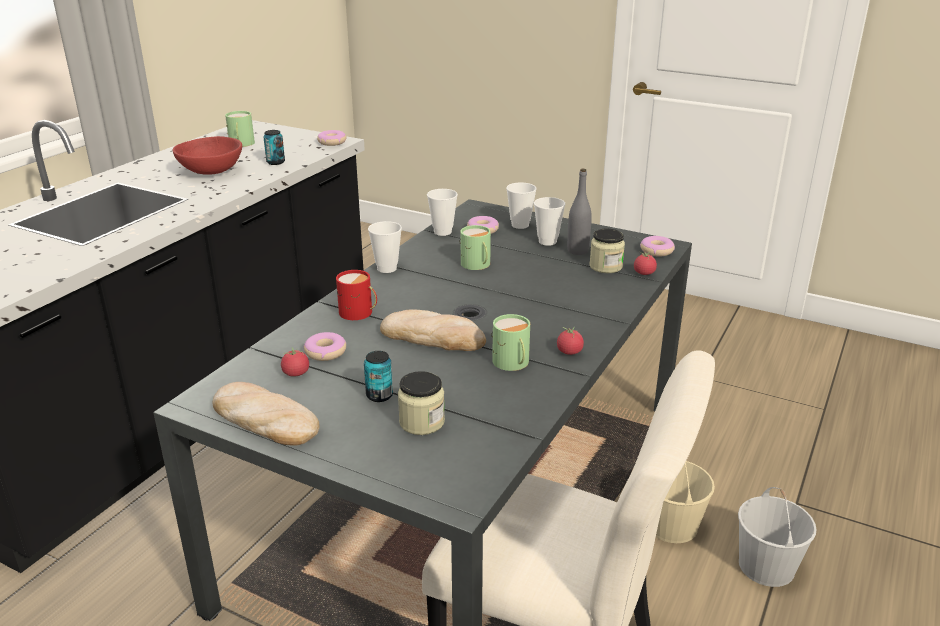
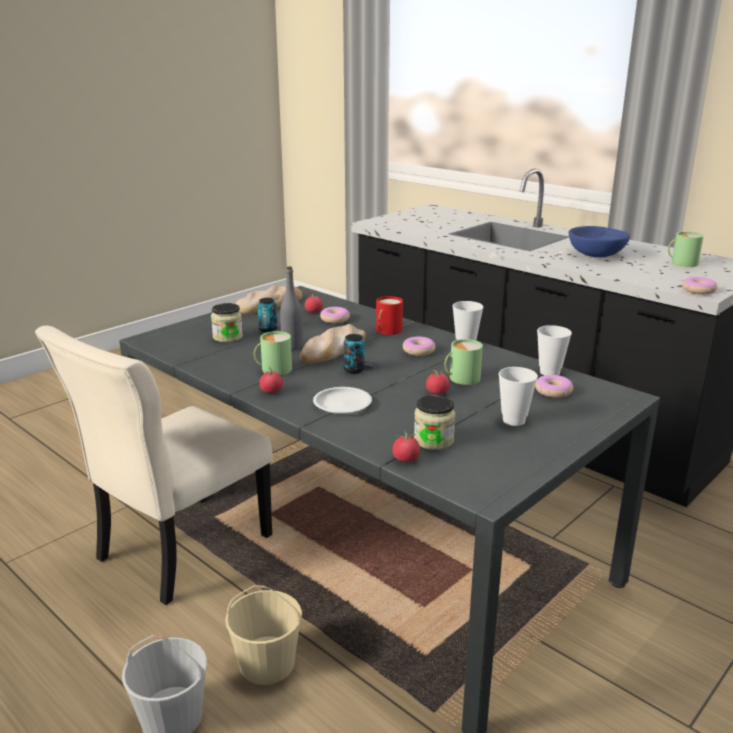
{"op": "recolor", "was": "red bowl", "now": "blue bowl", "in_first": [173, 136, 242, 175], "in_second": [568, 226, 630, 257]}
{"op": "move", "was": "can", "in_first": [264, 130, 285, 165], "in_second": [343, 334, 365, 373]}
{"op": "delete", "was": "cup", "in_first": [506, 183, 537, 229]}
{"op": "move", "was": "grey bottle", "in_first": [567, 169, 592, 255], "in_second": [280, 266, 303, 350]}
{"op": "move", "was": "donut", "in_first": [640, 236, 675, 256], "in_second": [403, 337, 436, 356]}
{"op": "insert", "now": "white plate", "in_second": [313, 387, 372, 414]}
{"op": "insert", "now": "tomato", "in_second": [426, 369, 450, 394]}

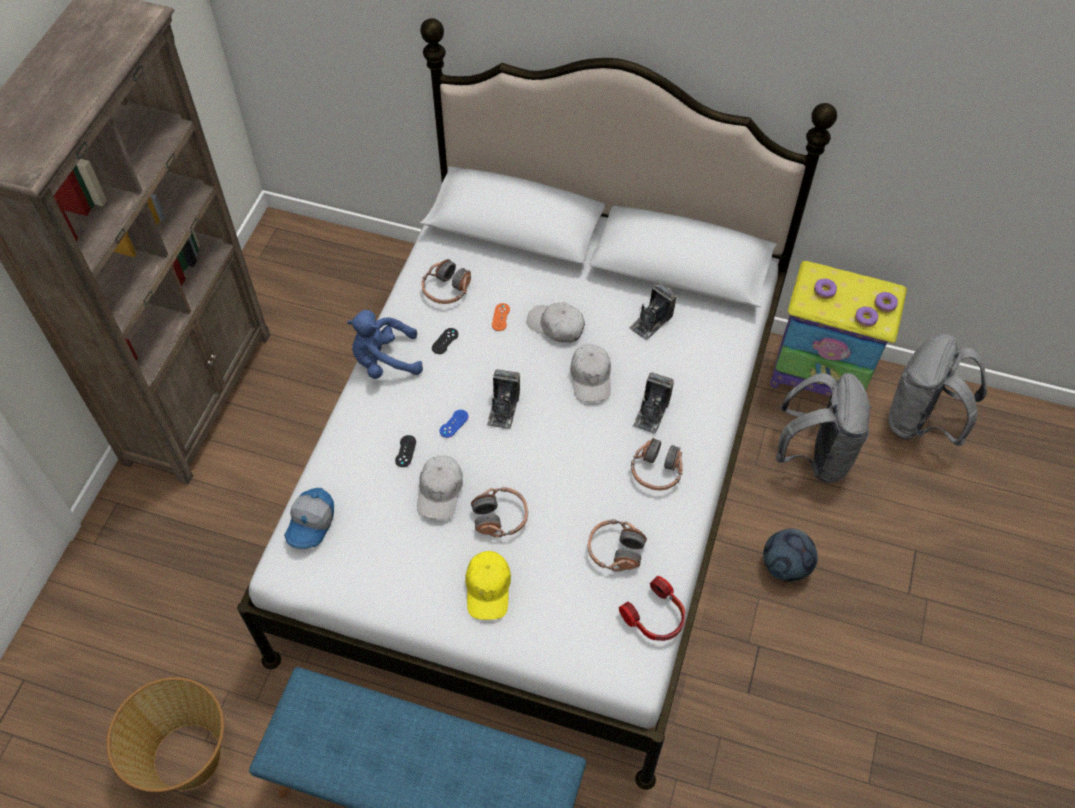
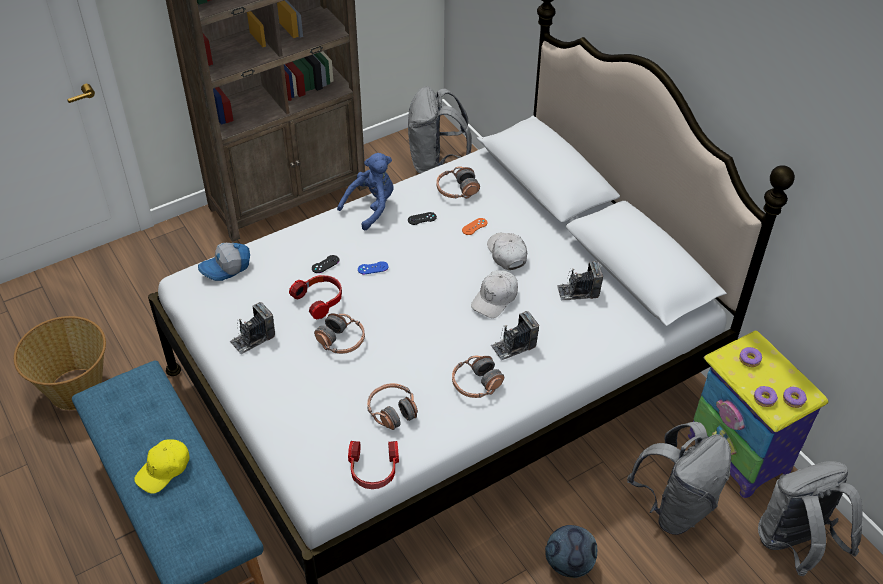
{"op": "rotate", "was": "blue plush toy", "in_first": [347, 310, 423, 379], "in_second": [337, 153, 394, 230], "clockwise": 105}
{"op": "replace", "was": "white cap", "now": "headphones", "in_first": [417, 456, 463, 519], "in_second": [289, 275, 342, 319]}
{"op": "move", "was": "yellow cap", "in_first": [465, 551, 511, 620], "in_second": [134, 439, 189, 494]}
{"op": "move", "was": "photo camera", "in_first": [487, 369, 520, 429], "in_second": [229, 302, 275, 354]}
{"op": "insert", "now": "grey backpack", "in_second": [408, 86, 472, 174]}

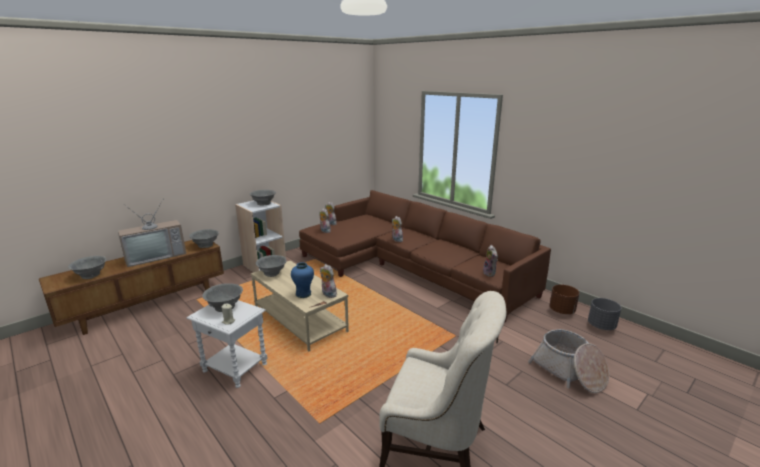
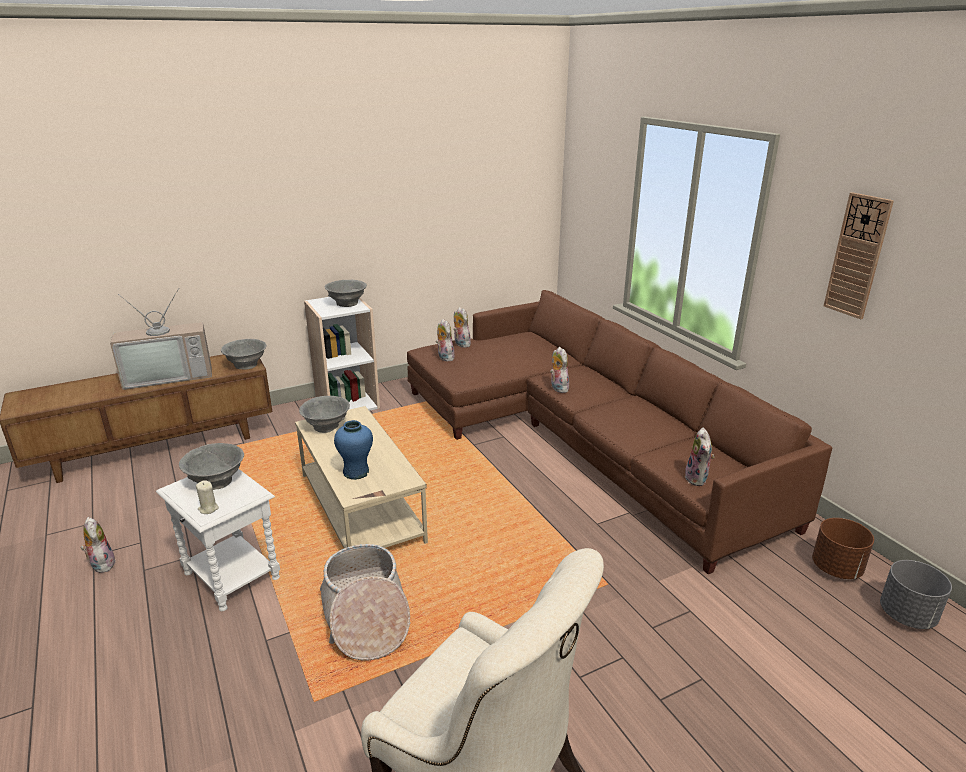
{"op": "delete", "was": "grey bowl", "in_first": [68, 256, 107, 279]}
{"op": "move", "was": "plush toy", "in_first": [320, 264, 337, 298], "in_second": [81, 517, 116, 573]}
{"op": "move", "was": "basket", "in_first": [528, 329, 609, 393], "in_second": [320, 544, 410, 660]}
{"op": "insert", "now": "wall clock", "in_second": [824, 192, 894, 319]}

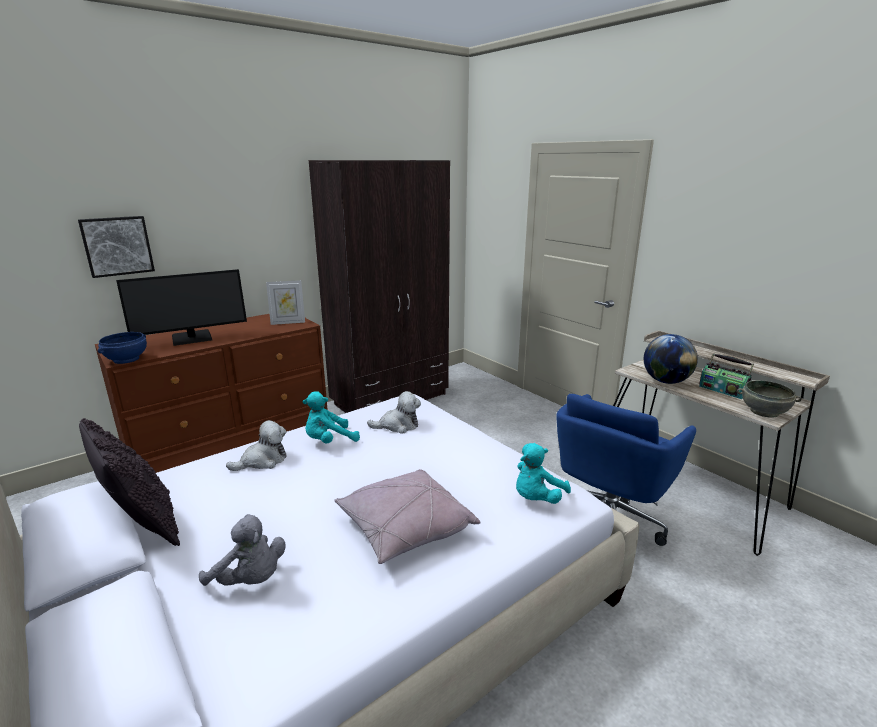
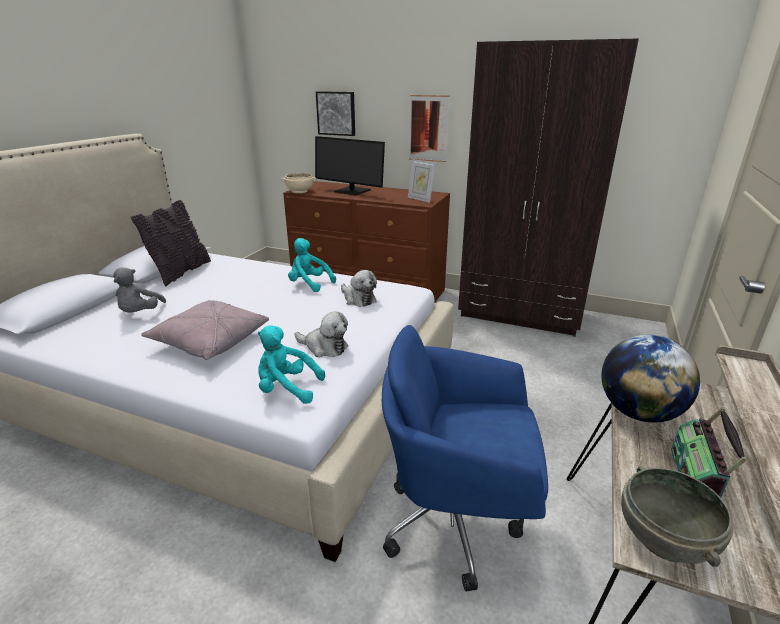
{"op": "recolor", "was": "blue bowl", "now": "beige bowl", "in_first": [98, 332, 147, 364], "in_second": [281, 173, 317, 193]}
{"op": "move", "was": "plush toy", "in_first": [226, 420, 286, 471], "in_second": [295, 311, 348, 357]}
{"op": "insert", "now": "picture", "in_second": [409, 95, 450, 162]}

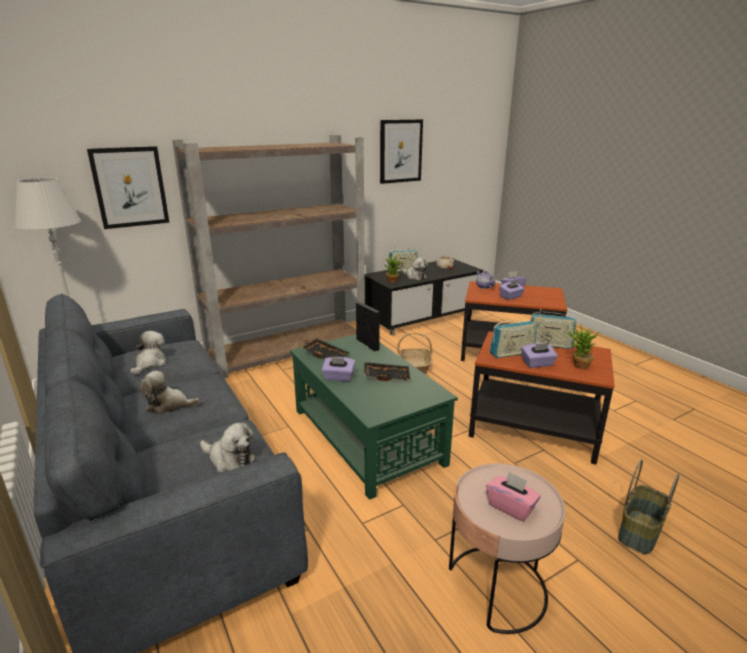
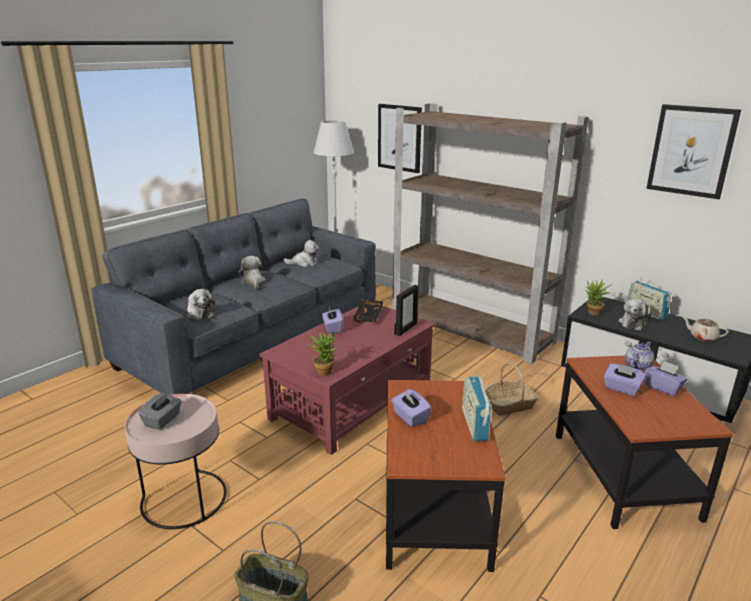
{"op": "rotate", "was": "plush toy", "in_first": [200, 423, 256, 473], "in_second": [187, 289, 215, 320], "clockwise": -45}
{"op": "recolor", "was": "green coffee table", "now": "red coffee table", "in_first": [290, 334, 458, 500], "in_second": [260, 306, 435, 455]}
{"op": "delete", "was": "black tray", "in_first": [364, 362, 411, 381]}
{"op": "recolor", "was": "pink tissue box", "now": "grey tissue box", "in_first": [486, 472, 541, 522], "in_second": [138, 392, 182, 430]}
{"op": "delete", "was": "radio", "in_first": [490, 319, 537, 358]}
{"op": "move", "was": "potted plant", "in_first": [566, 324, 599, 369], "in_second": [309, 331, 338, 376]}

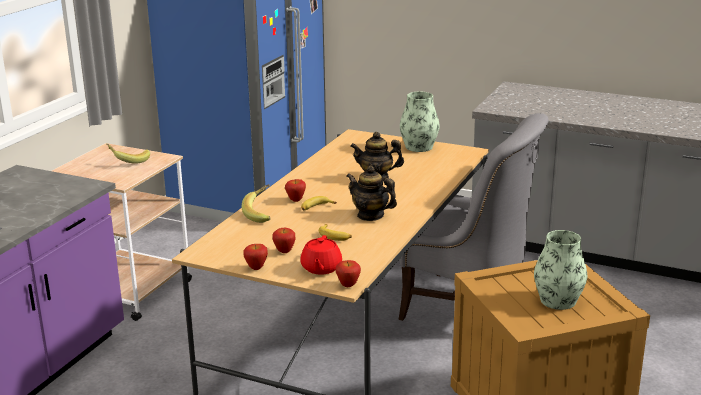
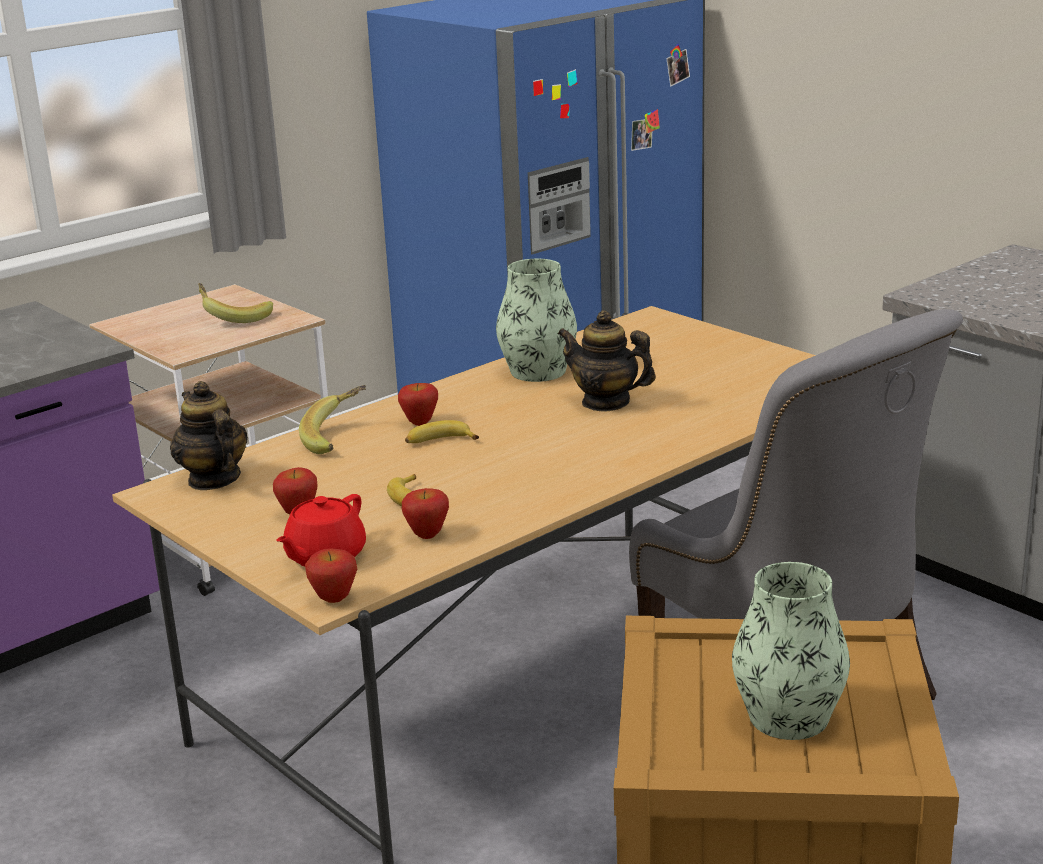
{"op": "move", "was": "apple", "in_first": [243, 244, 268, 270], "in_second": [402, 488, 449, 539]}
{"op": "move", "was": "teapot", "in_first": [347, 166, 397, 221], "in_second": [170, 381, 248, 490]}
{"op": "move", "was": "vase", "in_first": [400, 92, 440, 152], "in_second": [496, 259, 577, 382]}

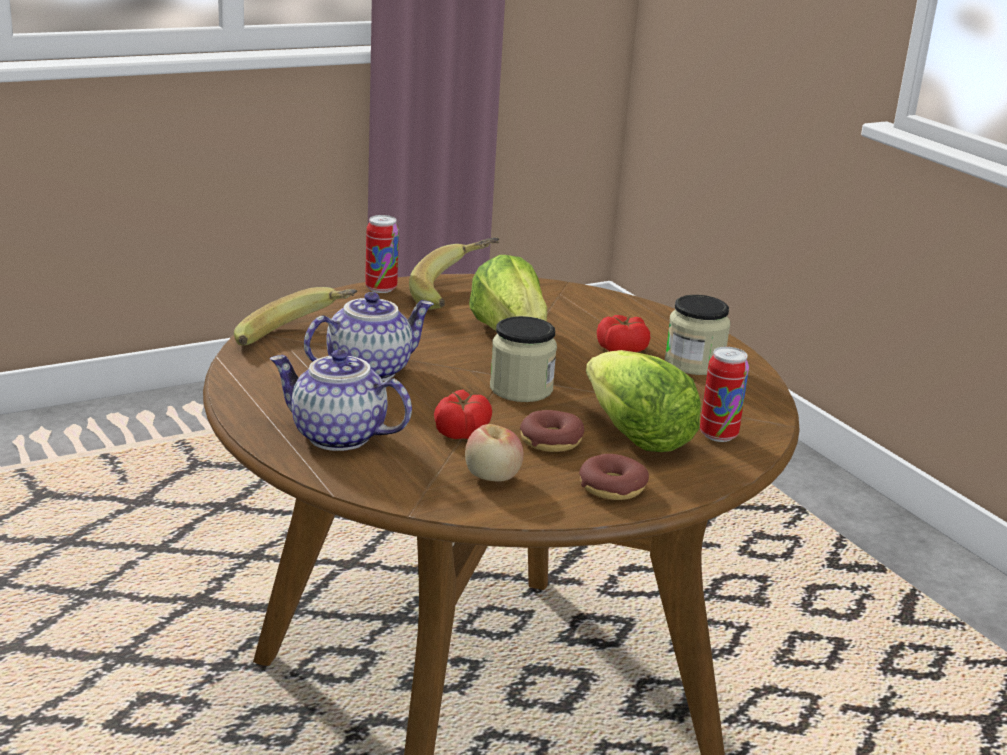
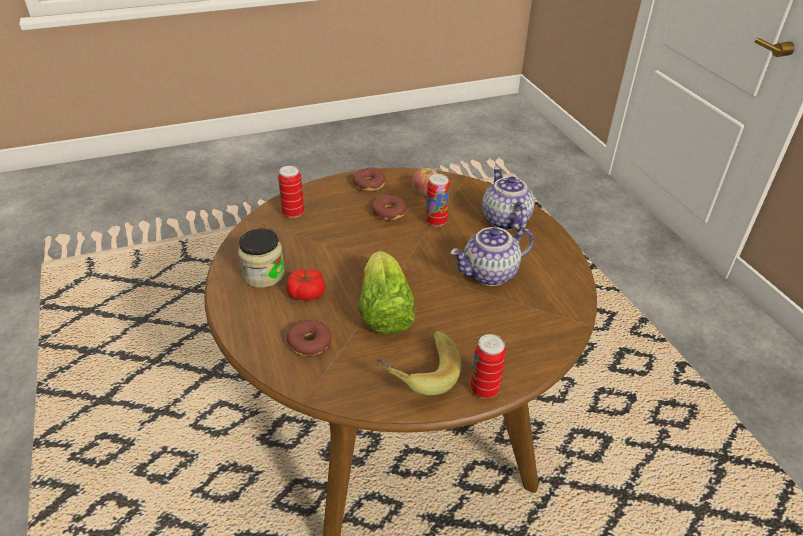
{"op": "delete", "was": "banana", "in_first": [234, 287, 357, 345]}
{"op": "rotate", "was": "teapot", "in_first": [270, 349, 412, 451], "in_second": [482, 167, 534, 232], "clockwise": -135}
{"op": "replace", "was": "tomato", "now": "can", "in_first": [434, 390, 492, 439], "in_second": [426, 174, 450, 227]}
{"op": "delete", "was": "jar", "in_first": [490, 316, 557, 402]}
{"op": "delete", "was": "lettuce", "in_first": [586, 350, 701, 452]}
{"op": "insert", "now": "donut", "in_second": [287, 320, 332, 357]}

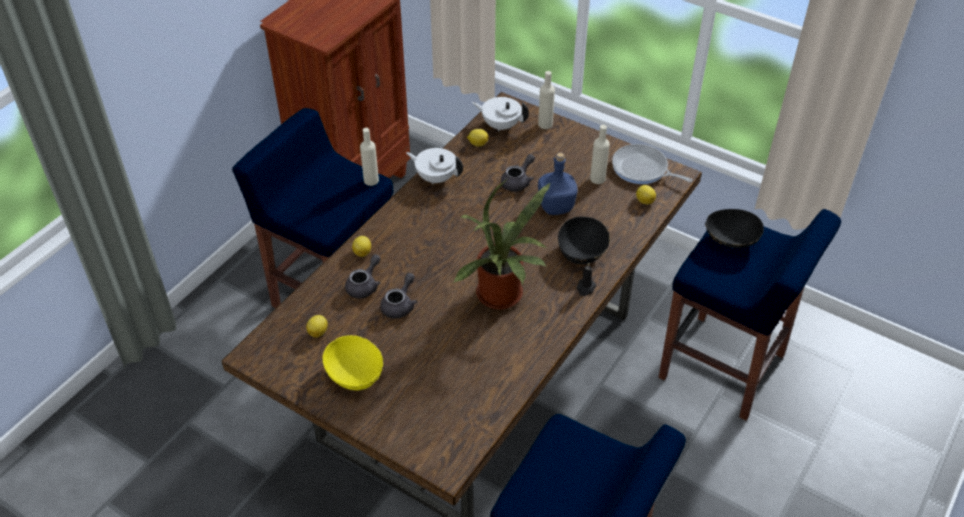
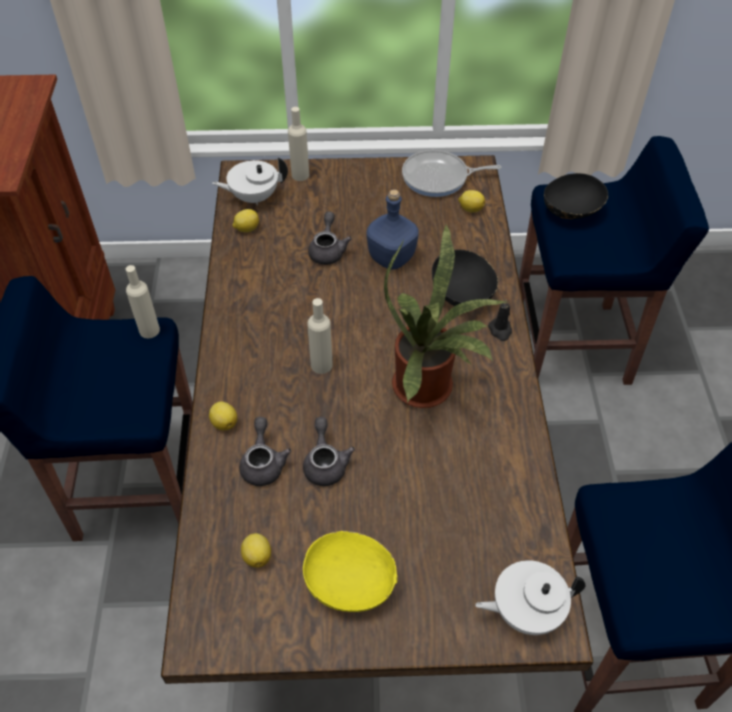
{"op": "move", "was": "white teapot", "in_first": [406, 148, 463, 185], "in_second": [475, 560, 585, 635]}
{"op": "move", "was": "beige bottle", "in_first": [590, 125, 610, 184], "in_second": [307, 298, 333, 374]}

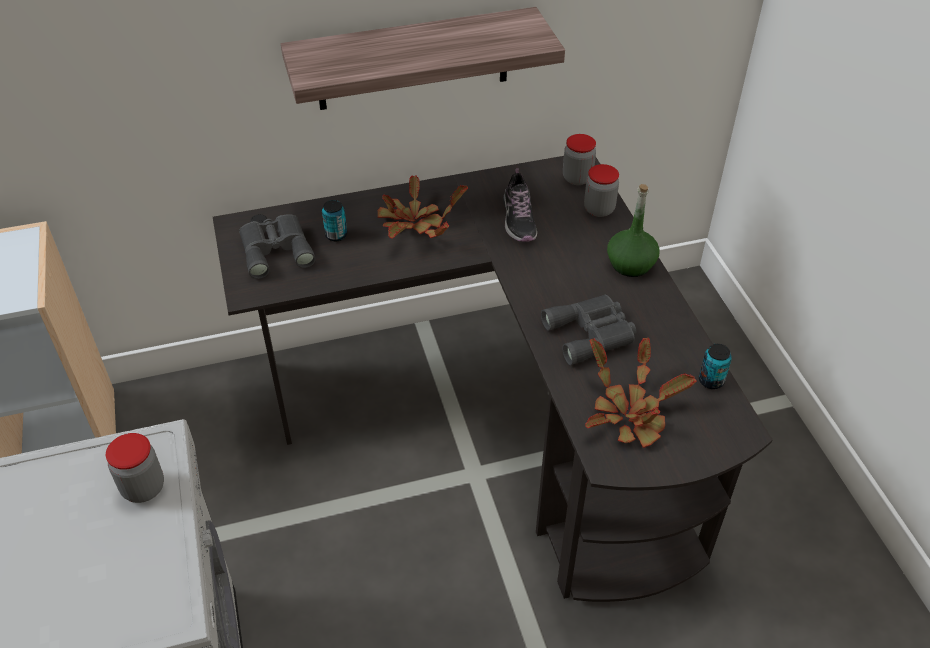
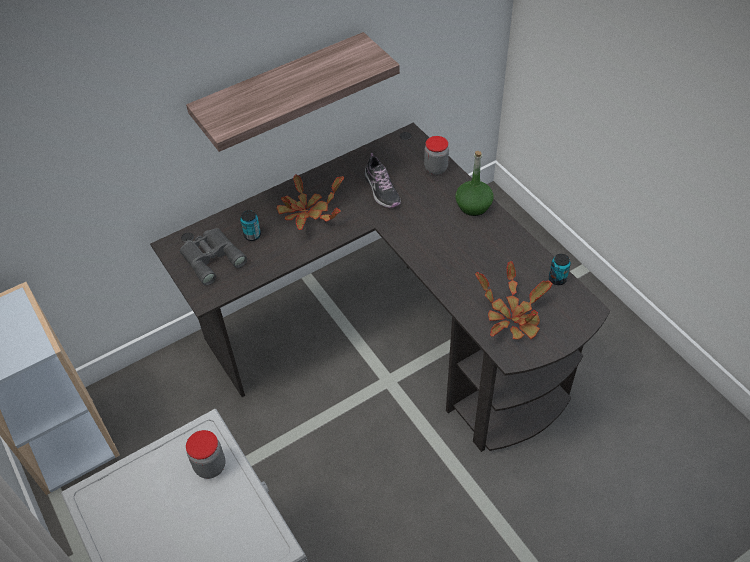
{"op": "delete", "was": "grey binoculars", "in_first": [541, 295, 636, 365]}
{"op": "delete", "was": "jar", "in_first": [563, 134, 596, 185]}

